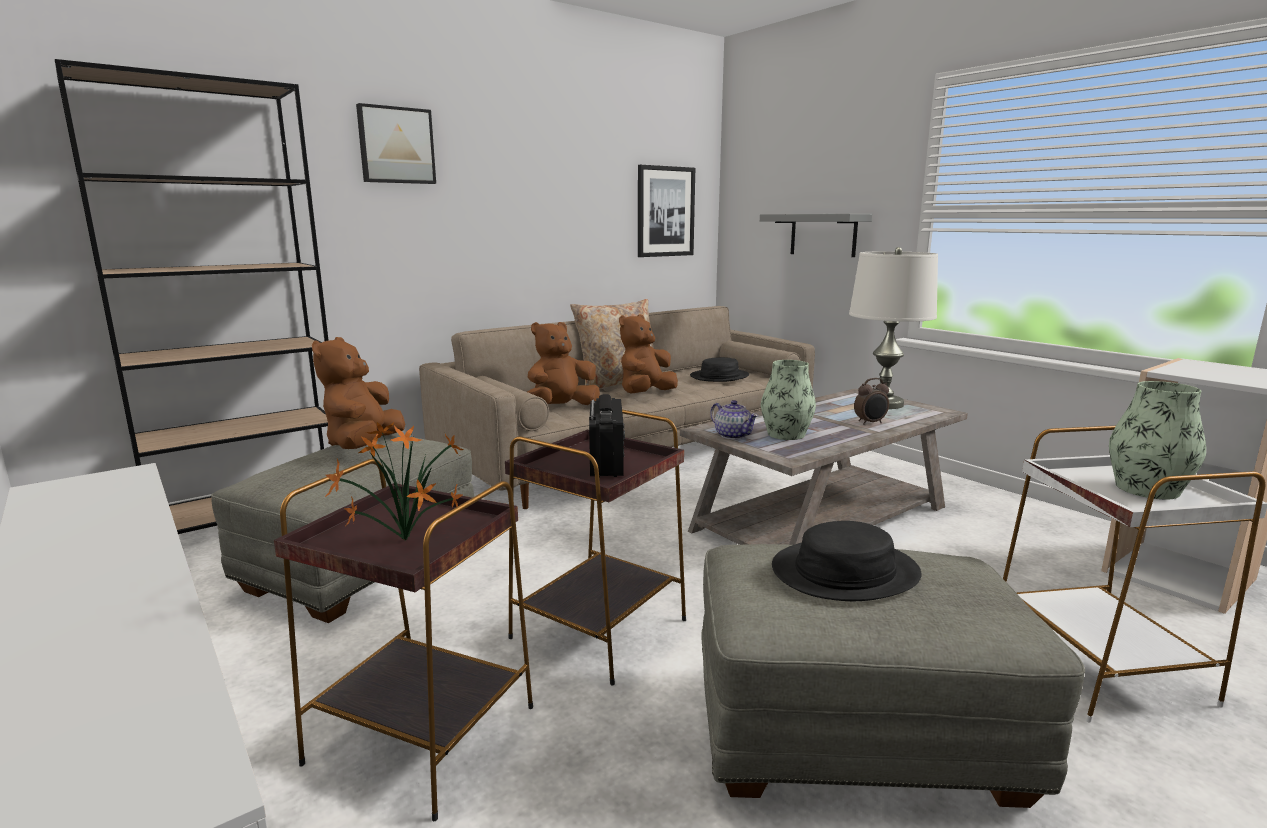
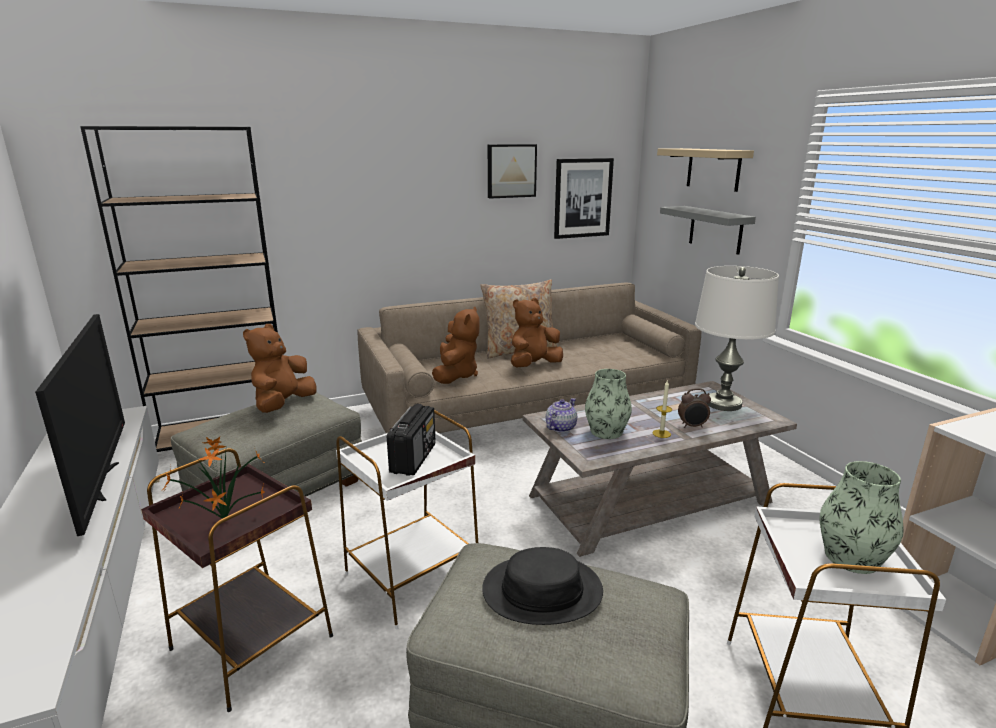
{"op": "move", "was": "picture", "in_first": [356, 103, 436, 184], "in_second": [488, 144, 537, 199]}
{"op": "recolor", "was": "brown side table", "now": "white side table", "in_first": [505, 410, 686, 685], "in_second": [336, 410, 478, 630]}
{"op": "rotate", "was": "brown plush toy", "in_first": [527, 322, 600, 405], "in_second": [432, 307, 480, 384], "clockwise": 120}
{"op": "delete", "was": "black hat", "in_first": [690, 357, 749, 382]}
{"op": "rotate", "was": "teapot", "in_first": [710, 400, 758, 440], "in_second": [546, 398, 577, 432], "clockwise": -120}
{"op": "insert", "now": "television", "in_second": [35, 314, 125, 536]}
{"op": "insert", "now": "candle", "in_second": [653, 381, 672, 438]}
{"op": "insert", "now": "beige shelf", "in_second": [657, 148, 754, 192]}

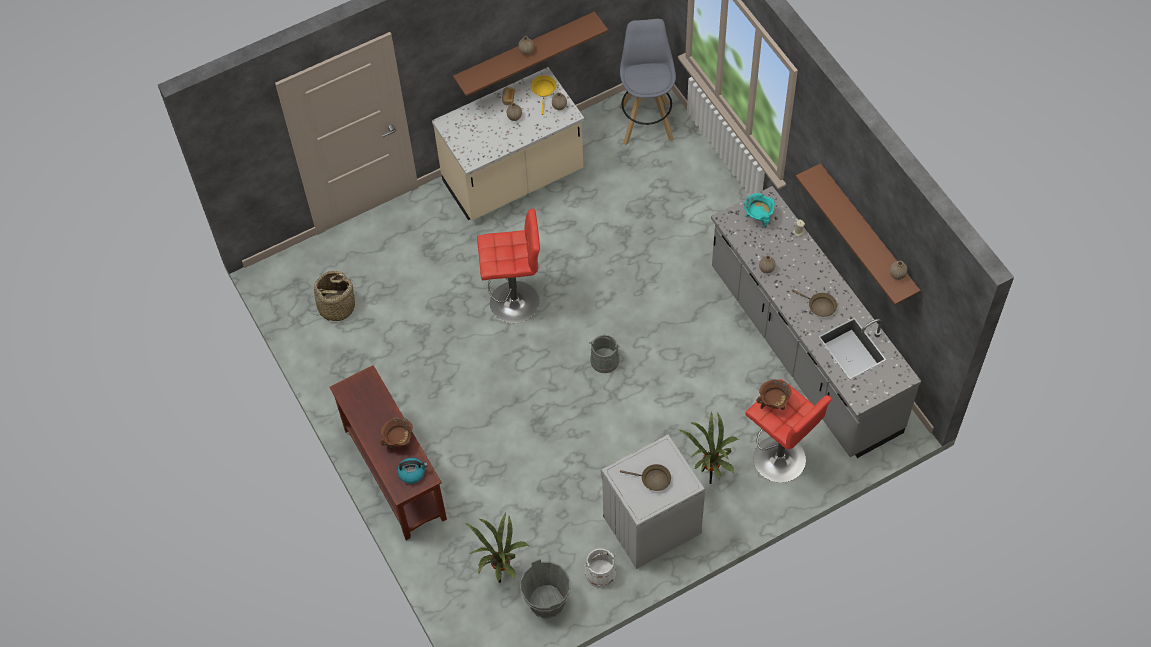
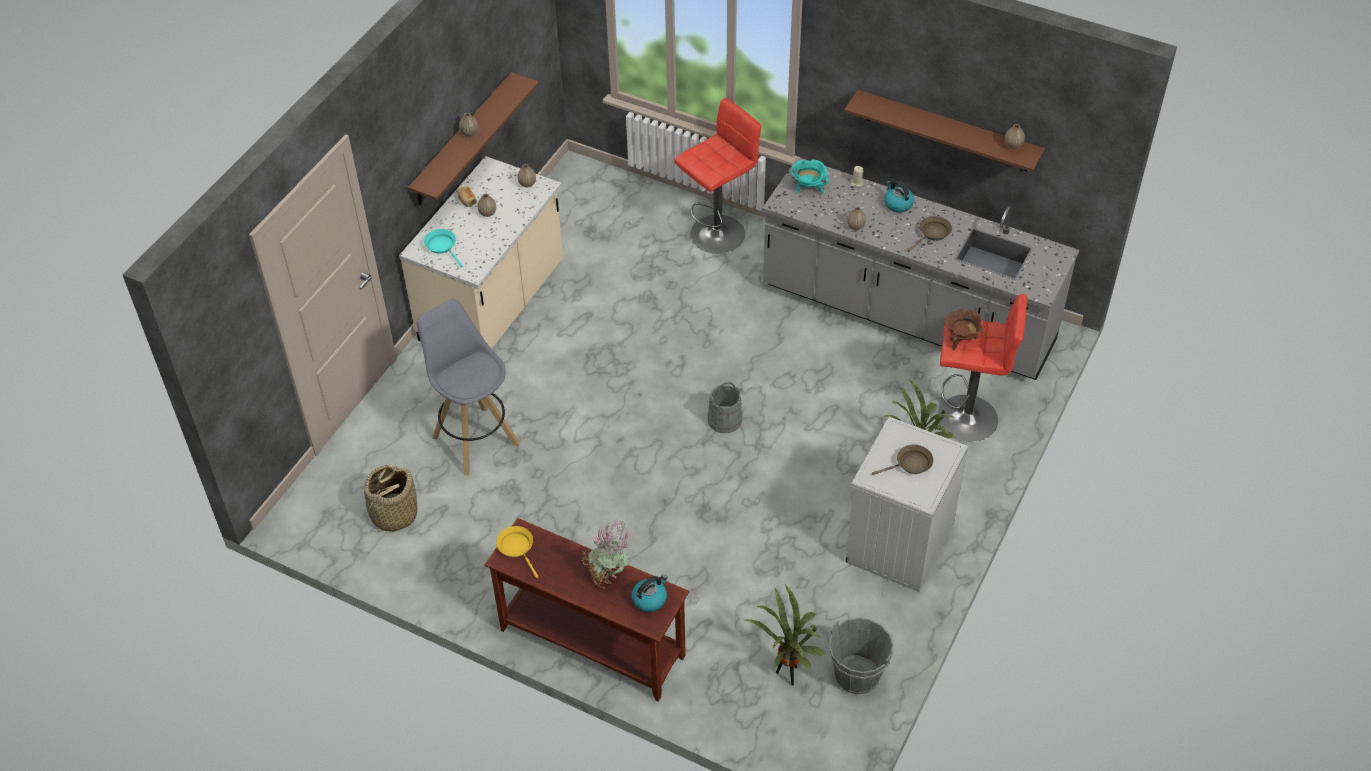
{"op": "replace", "was": "brown cooking pot", "now": "potted plant", "in_first": [380, 417, 413, 450], "in_second": [582, 521, 632, 589]}
{"op": "move", "was": "red stool", "in_first": [477, 209, 540, 323], "in_second": [674, 98, 761, 254]}
{"op": "move", "was": "yellow frying pan", "in_first": [531, 75, 557, 115], "in_second": [496, 526, 538, 578]}
{"op": "delete", "was": "white bucket", "in_first": [585, 549, 616, 588]}
{"op": "move", "was": "grey stool", "in_first": [619, 19, 676, 145], "in_second": [417, 299, 520, 476]}
{"op": "rotate", "was": "brown frying pan", "in_first": [792, 289, 837, 317], "in_second": [907, 216, 952, 252], "clockwise": -45}
{"op": "insert", "now": "turquoise frying pan", "in_second": [424, 229, 463, 267]}
{"op": "insert", "now": "kettle", "in_second": [884, 181, 914, 212]}

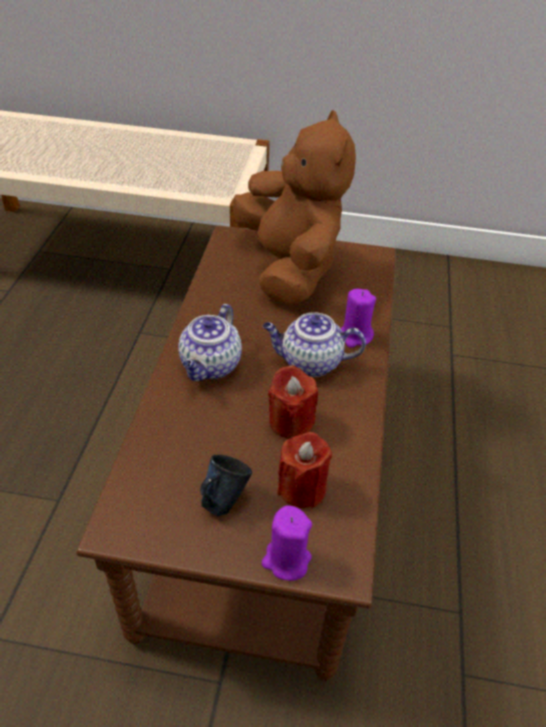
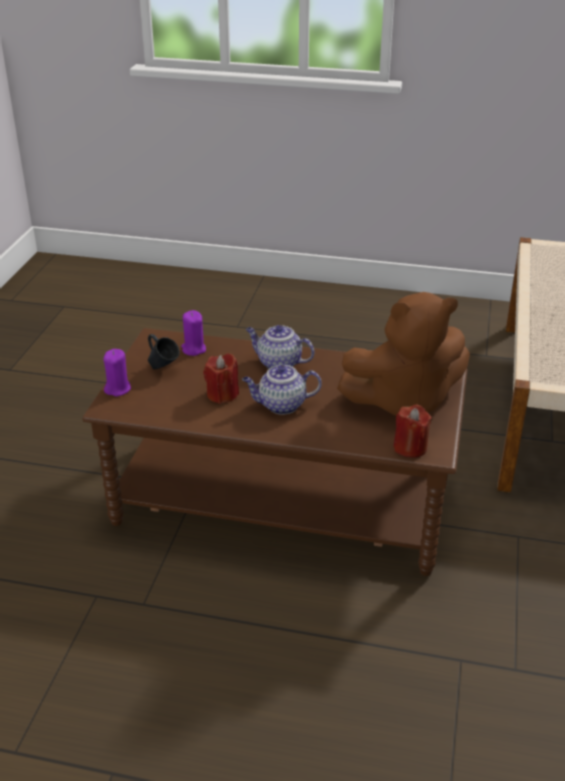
{"op": "rotate", "was": "teapot", "in_first": [263, 312, 366, 377], "in_second": [242, 365, 322, 415], "clockwise": -105}
{"op": "move", "was": "red candle", "in_first": [277, 432, 332, 508], "in_second": [394, 404, 432, 458]}
{"op": "move", "was": "purple candle", "in_first": [341, 289, 376, 348], "in_second": [181, 310, 206, 356]}

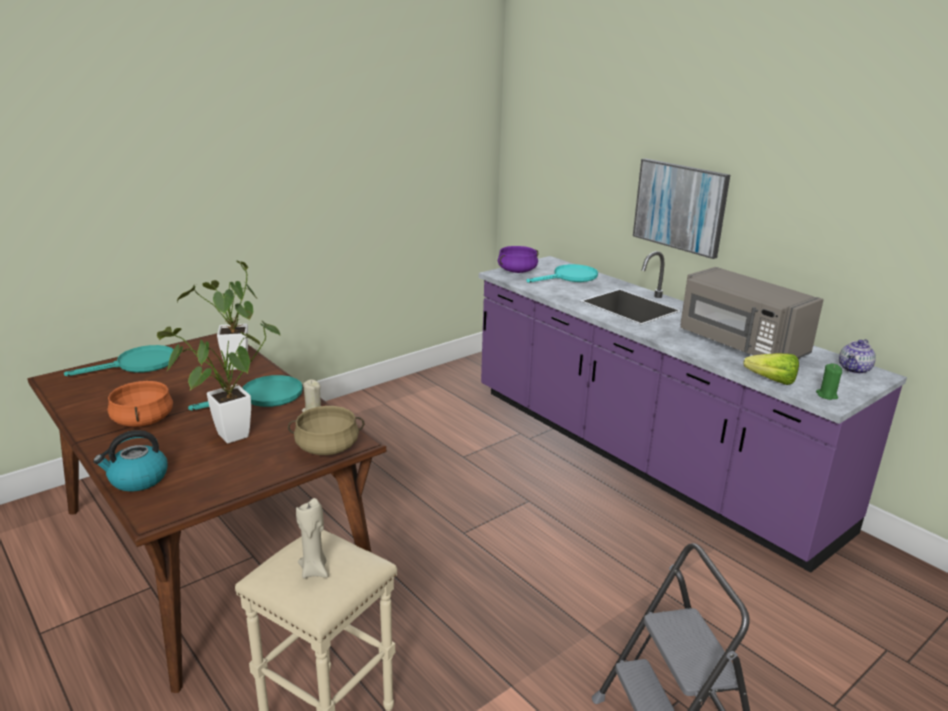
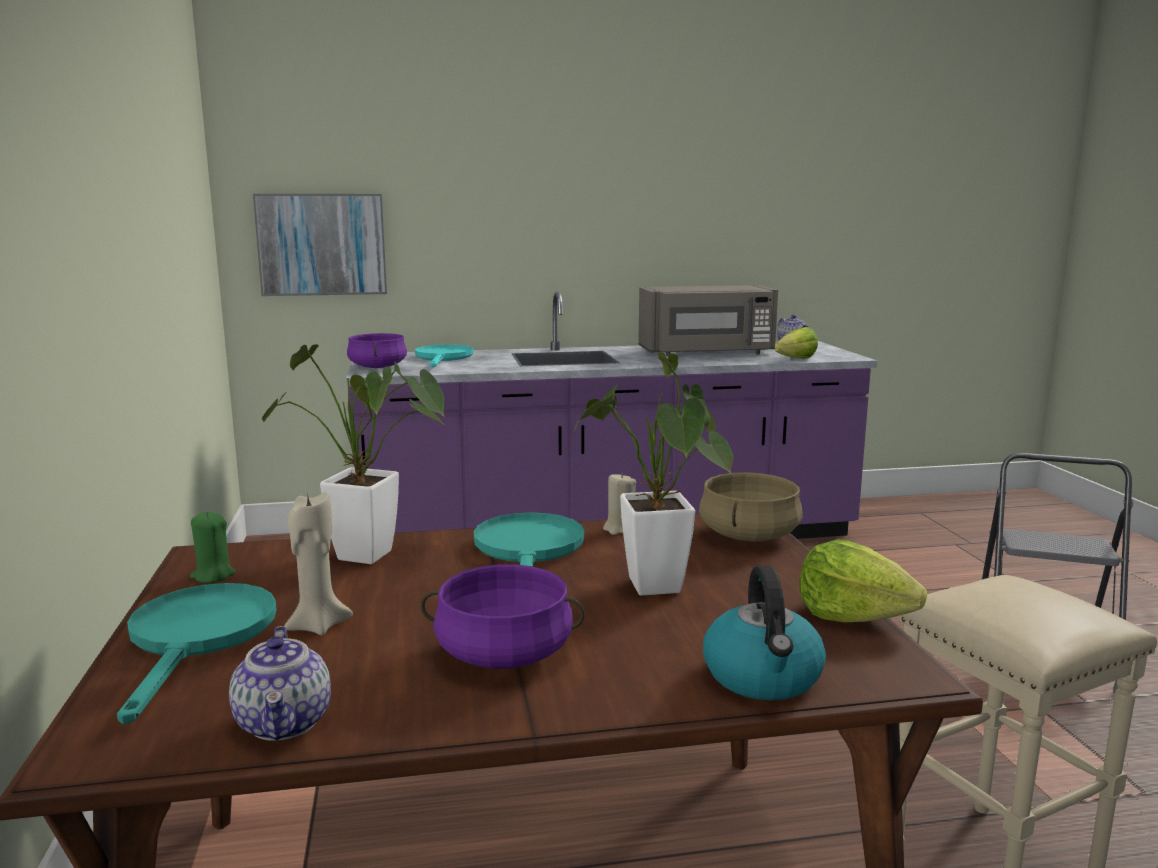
{"op": "recolor", "was": "orange cooking pot", "now": "purple cooking pot", "in_first": [108, 381, 173, 427], "in_second": [421, 564, 585, 669]}
{"op": "move", "was": "beige candle", "in_first": [296, 498, 329, 578], "in_second": [284, 491, 353, 635]}
{"op": "move", "was": "picture", "in_first": [633, 158, 730, 259], "in_second": [253, 194, 387, 296]}
{"op": "move", "was": "green candle", "in_first": [816, 364, 842, 400], "in_second": [190, 512, 236, 583]}
{"op": "insert", "now": "teapot", "in_second": [229, 626, 331, 741]}
{"op": "insert", "now": "lettuce", "in_second": [799, 539, 927, 622]}

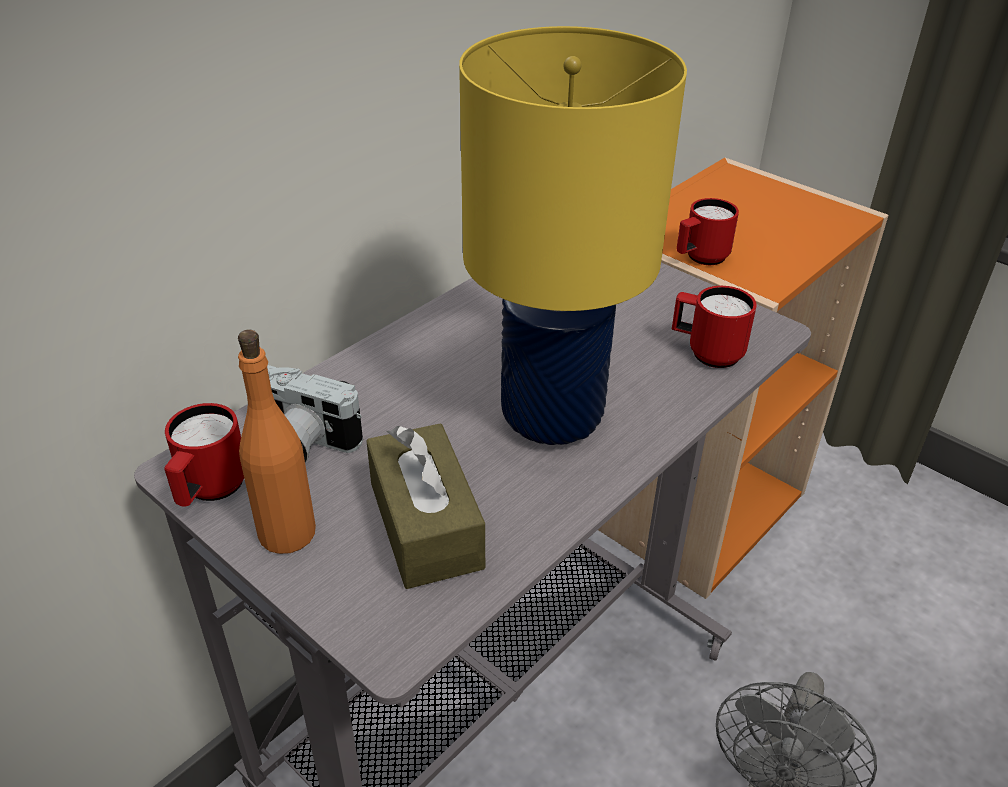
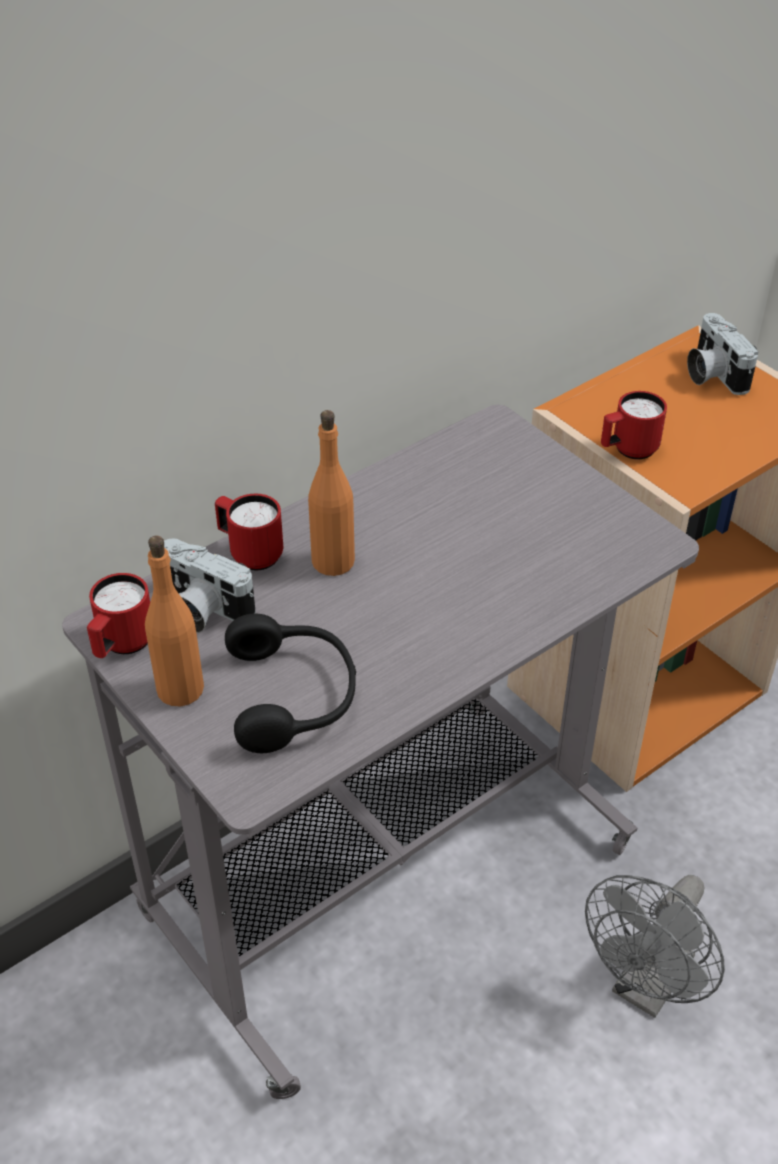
{"op": "replace", "was": "brown tissue box", "now": "black headphones", "in_first": [366, 423, 485, 589], "in_second": [225, 613, 356, 753]}
{"op": "delete", "was": "yellow table lamp", "in_first": [459, 26, 687, 445]}
{"op": "move", "was": "red mug", "in_first": [672, 286, 757, 368], "in_second": [215, 494, 283, 570]}
{"op": "insert", "now": "orange bottle", "in_second": [308, 410, 355, 576]}
{"op": "insert", "now": "photo camera", "in_second": [687, 313, 759, 395]}

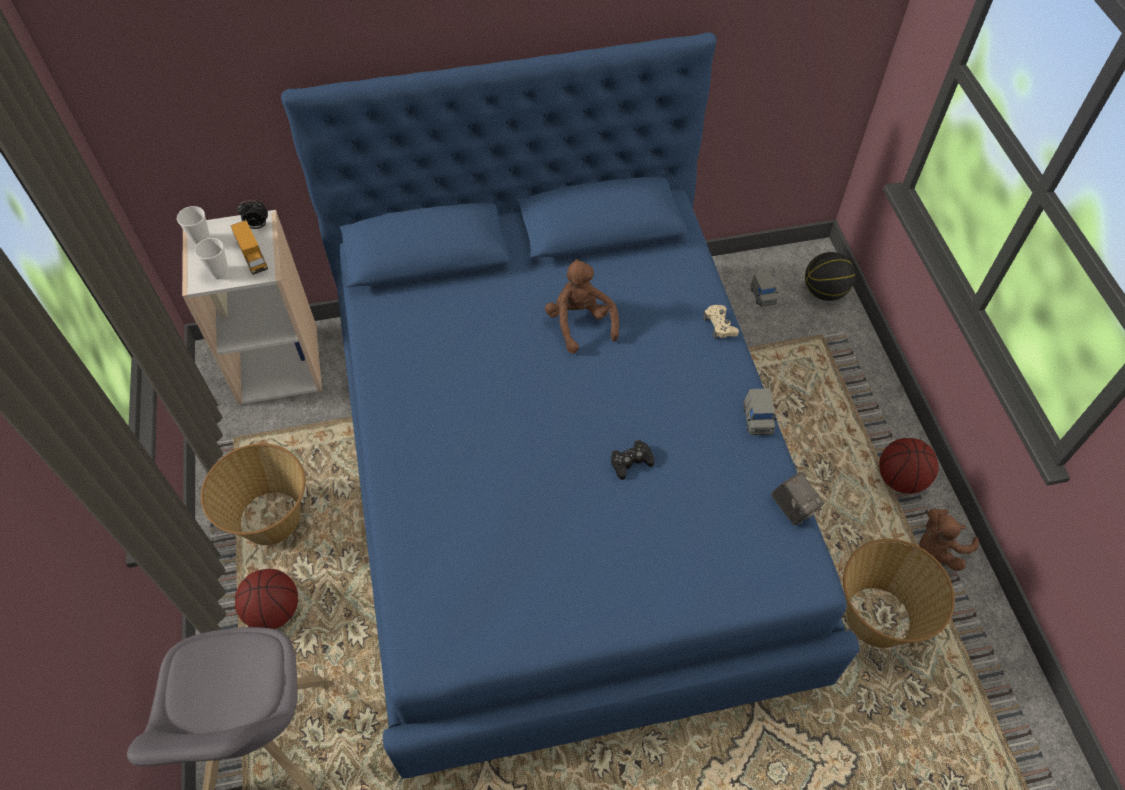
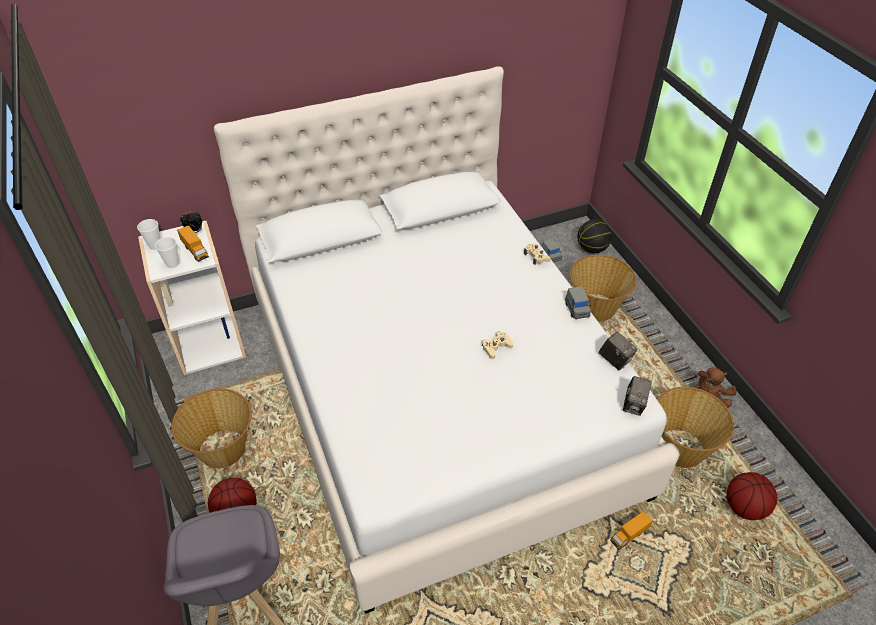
{"op": "recolor", "was": "blue bed", "now": "white bed", "in_first": [281, 32, 859, 779], "in_second": [214, 66, 680, 614]}
{"op": "delete", "was": "brown plush toy", "in_first": [545, 259, 619, 354]}
{"op": "recolor", "was": "black game controller", "now": "beige game controller", "in_first": [611, 440, 655, 480], "in_second": [482, 331, 513, 359]}
{"op": "move", "was": "basketball", "in_first": [879, 438, 938, 494], "in_second": [727, 472, 777, 520]}
{"op": "insert", "now": "basket", "in_second": [570, 255, 637, 321]}
{"op": "insert", "now": "toy truck", "in_second": [610, 511, 653, 550]}
{"op": "insert", "now": "photo camera", "in_second": [623, 376, 652, 416]}

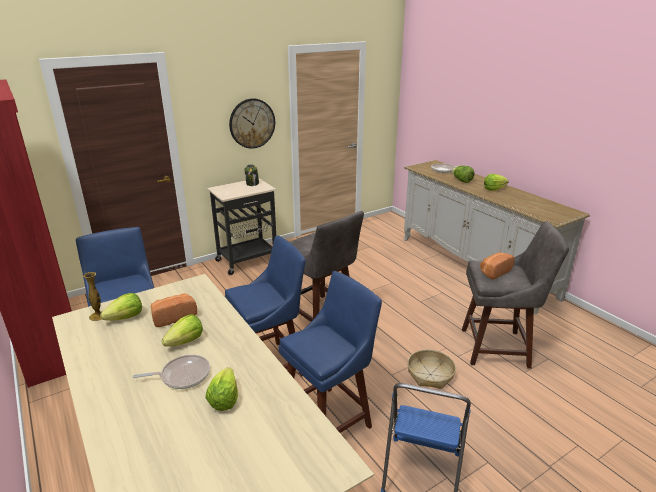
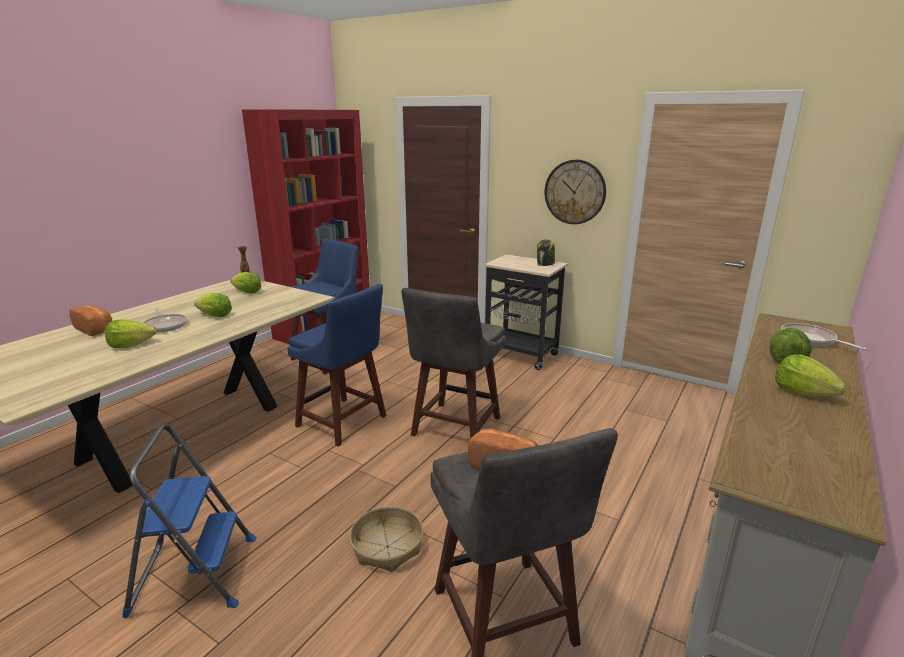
{"op": "move", "was": "bread", "in_first": [151, 294, 197, 327], "in_second": [69, 305, 113, 336]}
{"op": "delete", "was": "blue chair", "in_first": [279, 271, 382, 433]}

